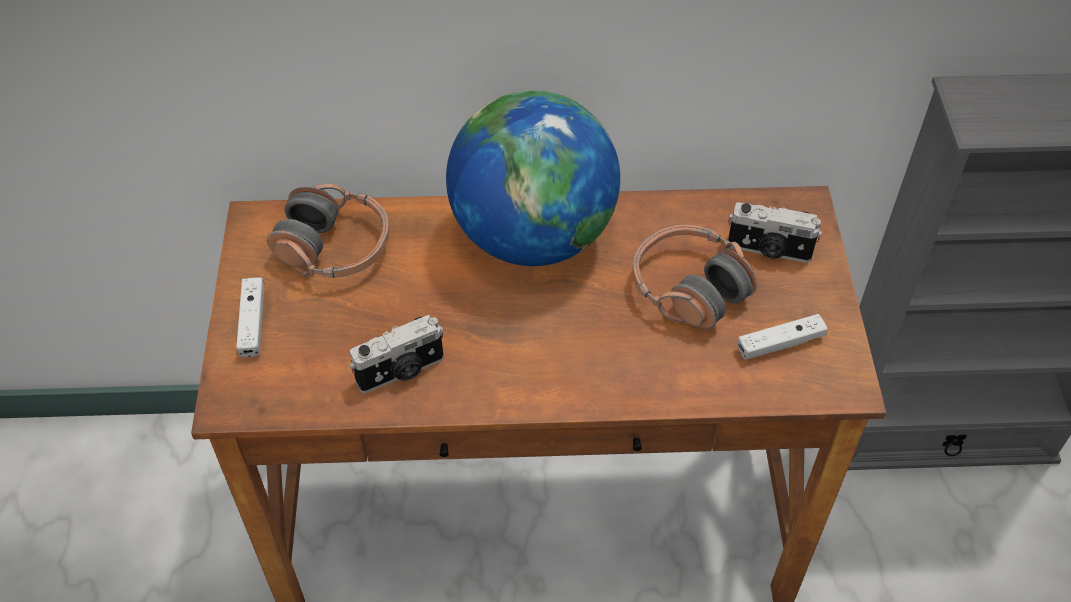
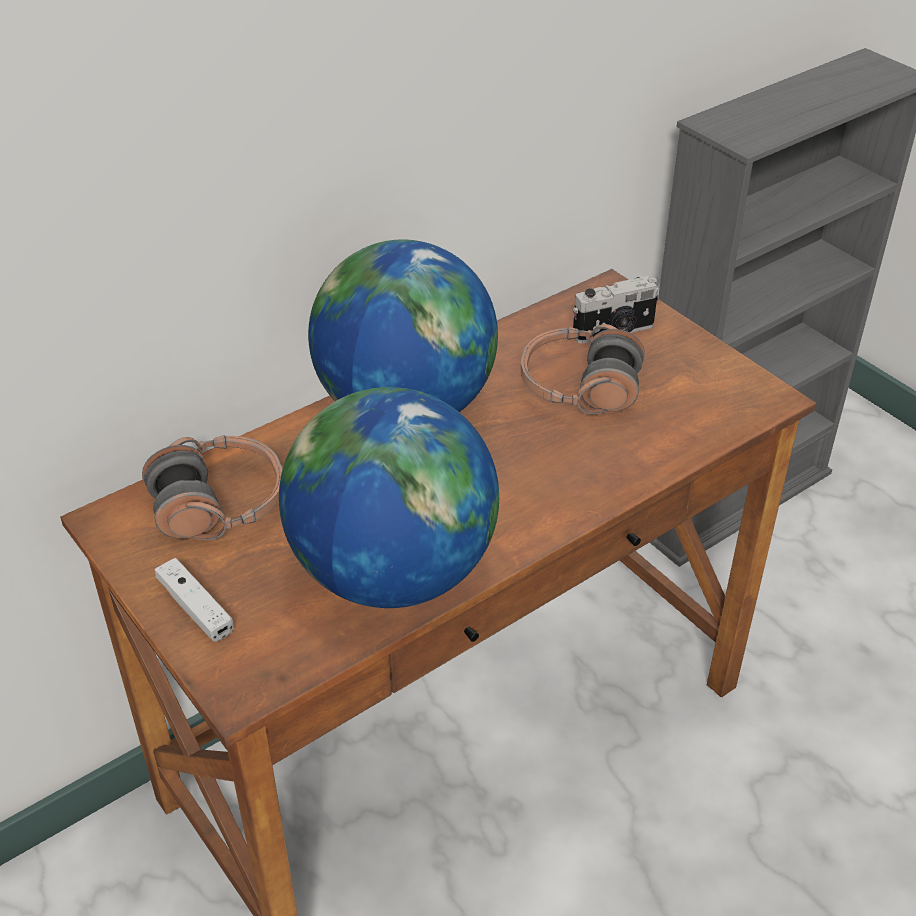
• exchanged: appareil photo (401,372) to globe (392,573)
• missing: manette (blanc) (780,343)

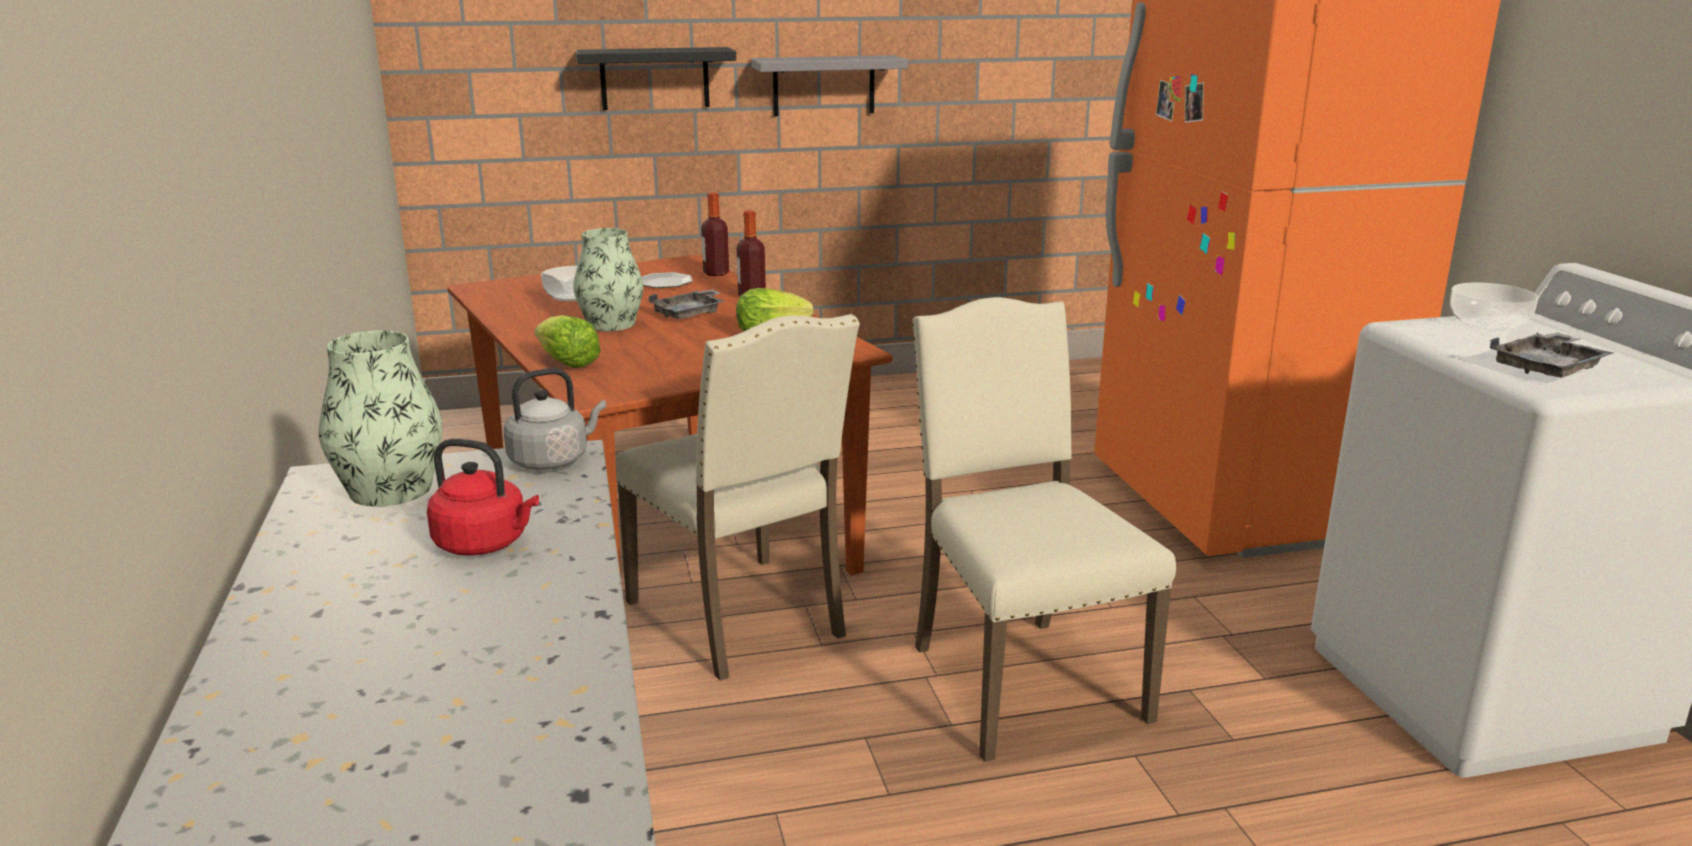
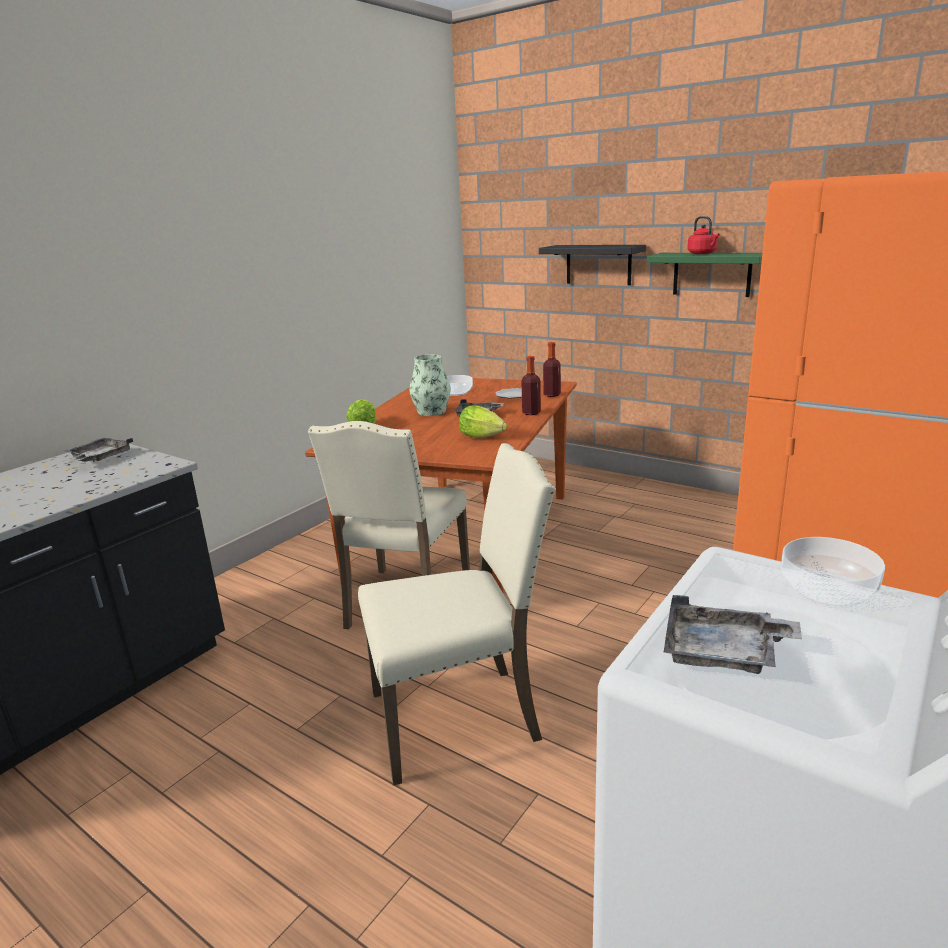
• exchanged: vase (390,490) to plateau (gris) (99,458)
• relocated: bouilloire (rouge) (485,544) to (703,253)
• missing: bouilloire (gris) (553,460)
• colour: étagère (gris) (823,85) to étagère (vert) (711,274)
• spun: chaise (beige) (1020,680) = (458,717) 45 degrees clockwise

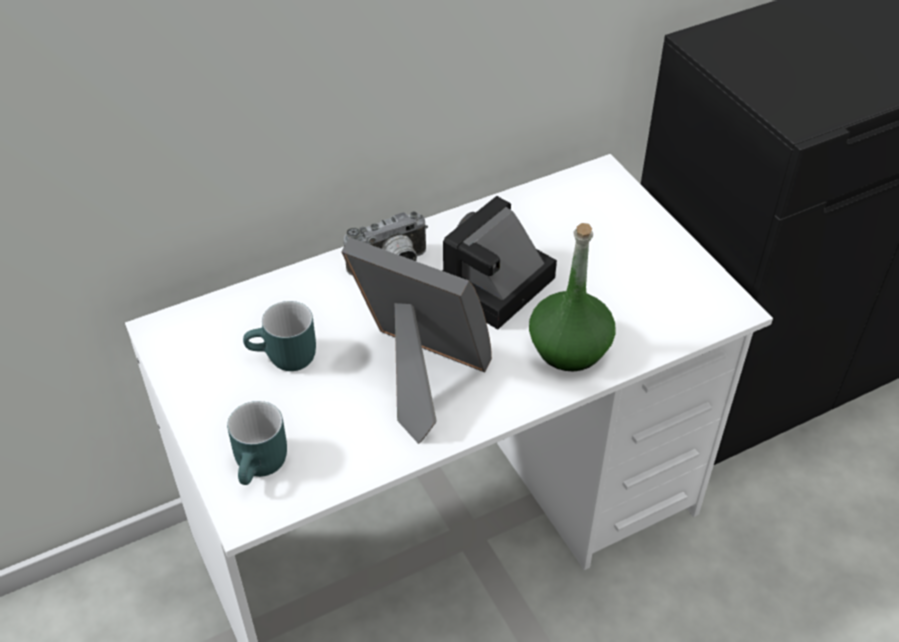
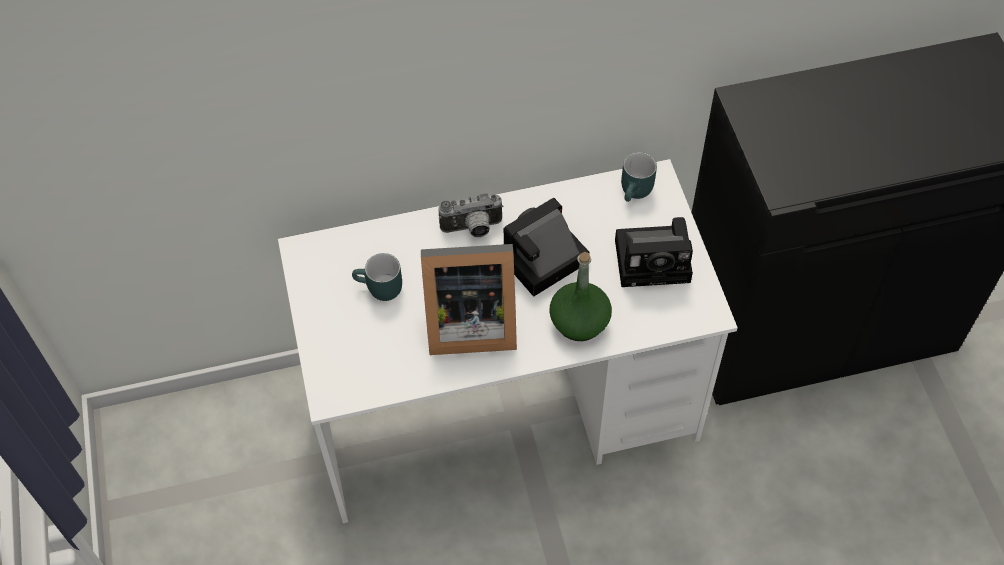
• relocated: mug (turquoise) (263,466) to (637,192)
• spun: cadre photo (419,377) = (467,323) 135 degrees clockwise
• appeared: appareil photo (656,260)

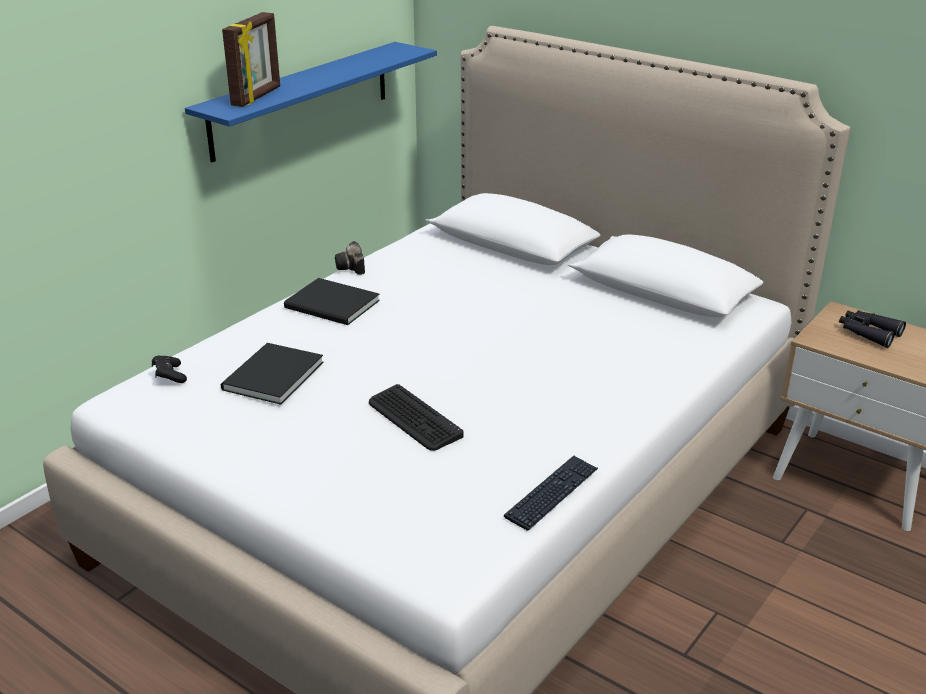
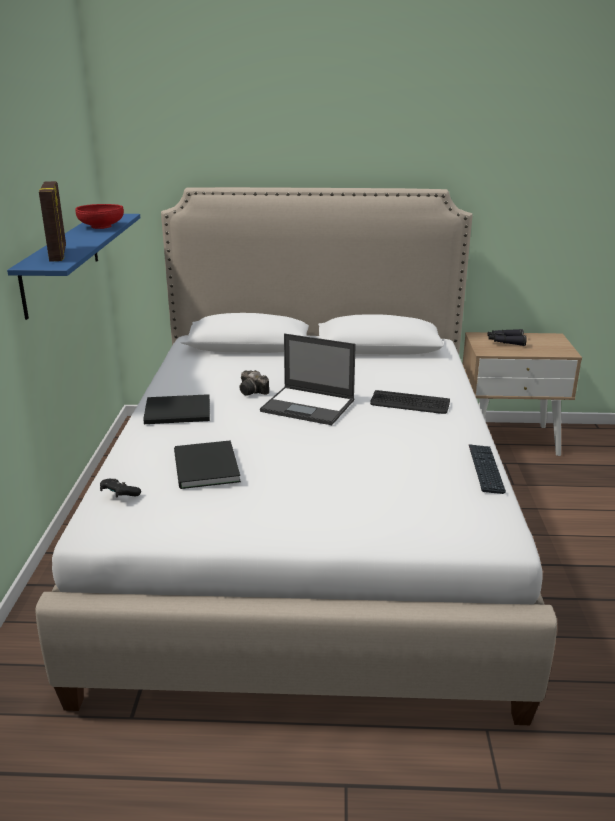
• relocated: appareil photo (352,268) to (253,392)
• relocated: clavier (414,419) to (409,403)
• appeared: bol (rouge) (101,227)
• appeared: ordinateur portable (309,406)

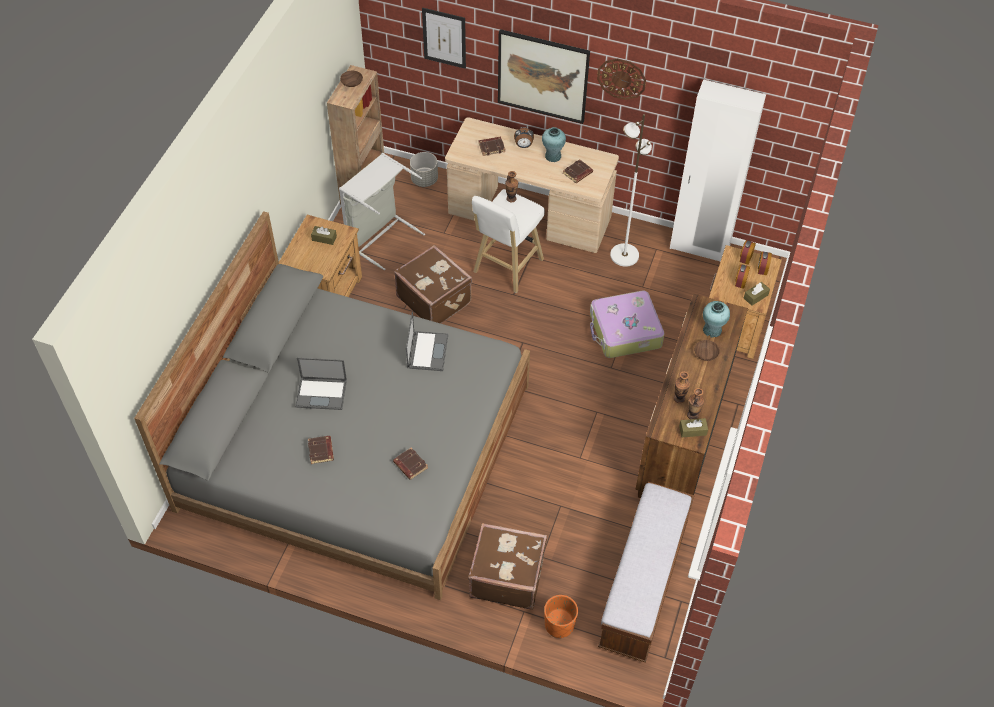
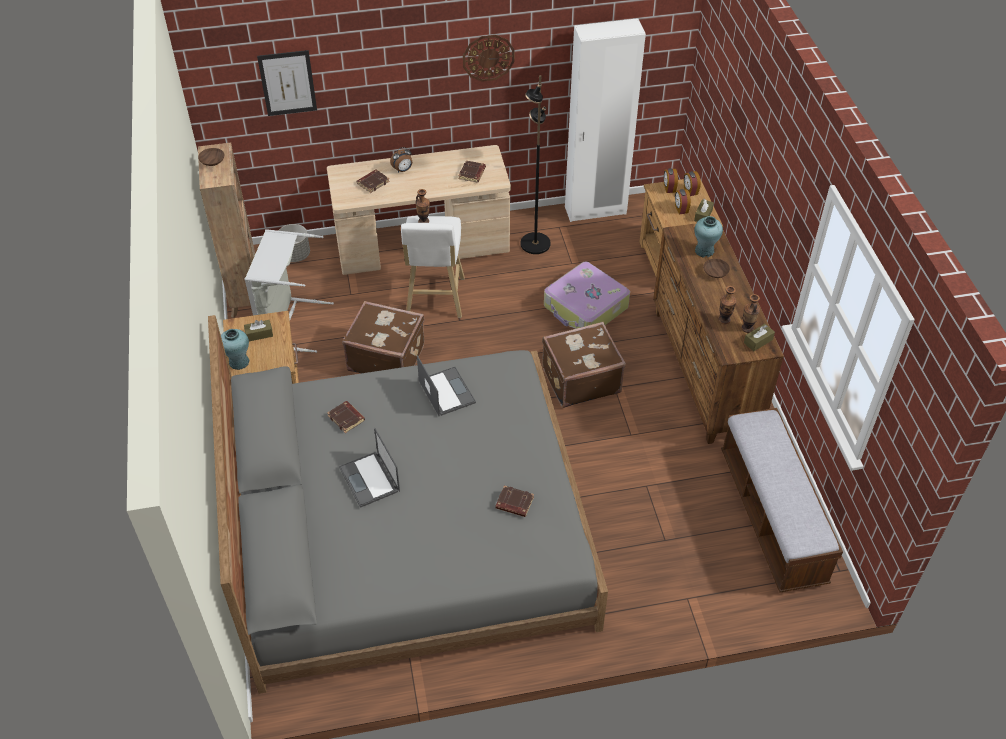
• spun: ordinateur portable (322,393) = (370,480) 90 degrees clockwise
• relocated: livre (marron) (321,451) to (347,418)
• relocated: valise (marron) (506,576) to (580,379)
• missing: tableau (543,76)
• relocated: vase (turquoise) (553,156) to (239,362)
• missing: cache-pot (orange) (559,625)
• colour: lampadaire (blanc) (623,255) to lampadaire (noir) (534,244)

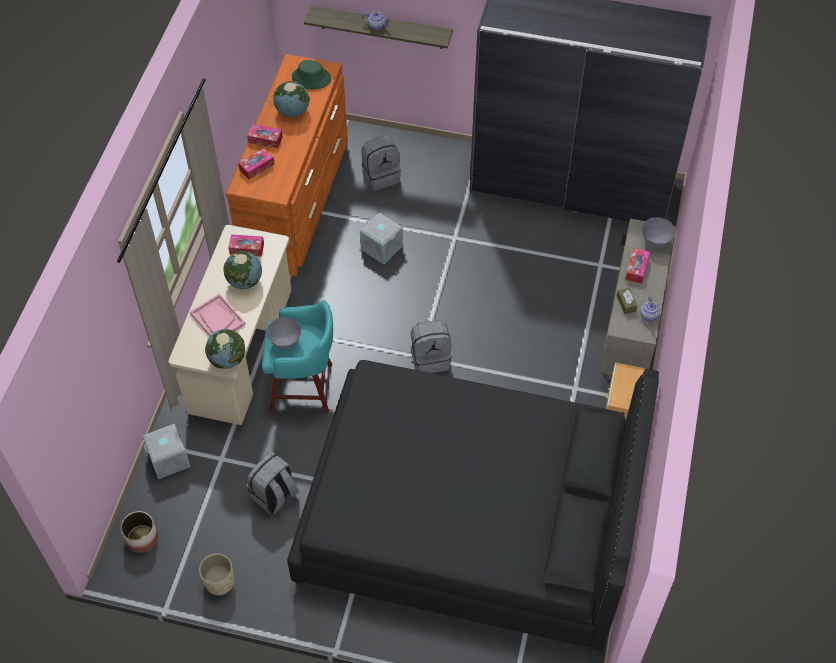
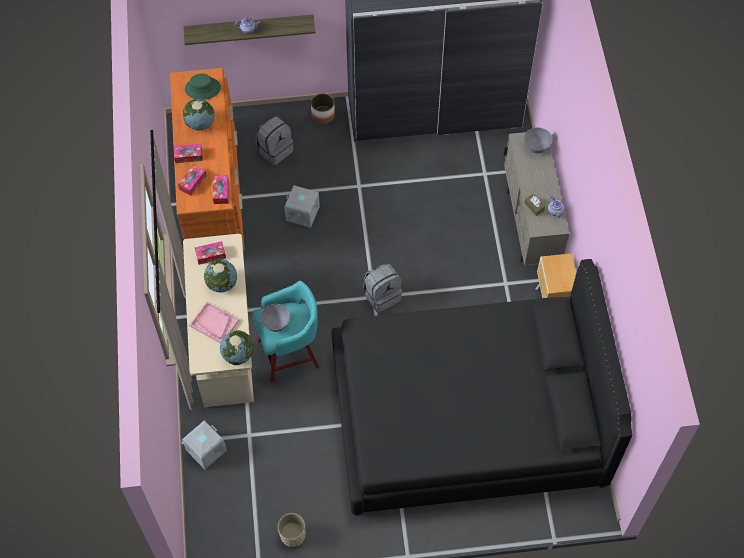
• relocated: cache-pot (142,538) to (323,115)
• missing: sac à dos (gris) (274,496)
• relocated: boîte à mouchoirs (636,269) to (221,192)

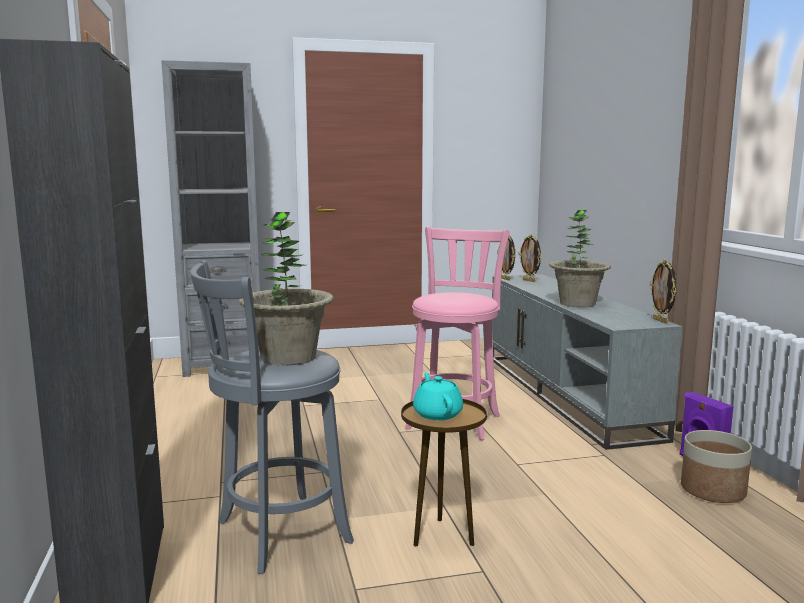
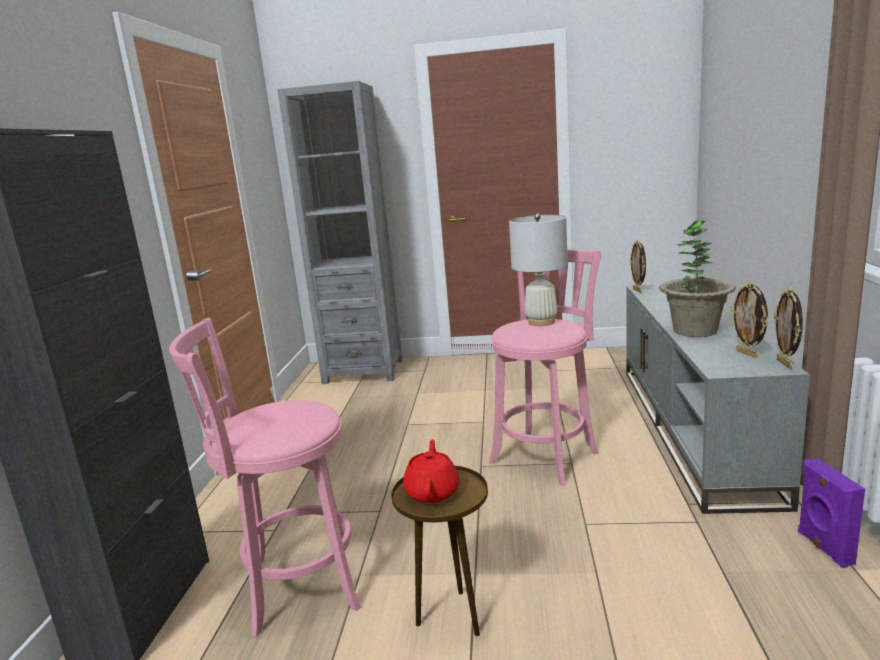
• colour: tabouret (gris) (276,534) to tabouret (rose) (296,586)
• missing: plante en pot (288,358)
• colour: théière (turquoise) (437,414) to théière (rouge) (432,491)
• relocated: cadre photo (529,280) to (747,354)
• missing: cache-pot (713,490)
• appeared: lampe de table (blanc) (541,322)

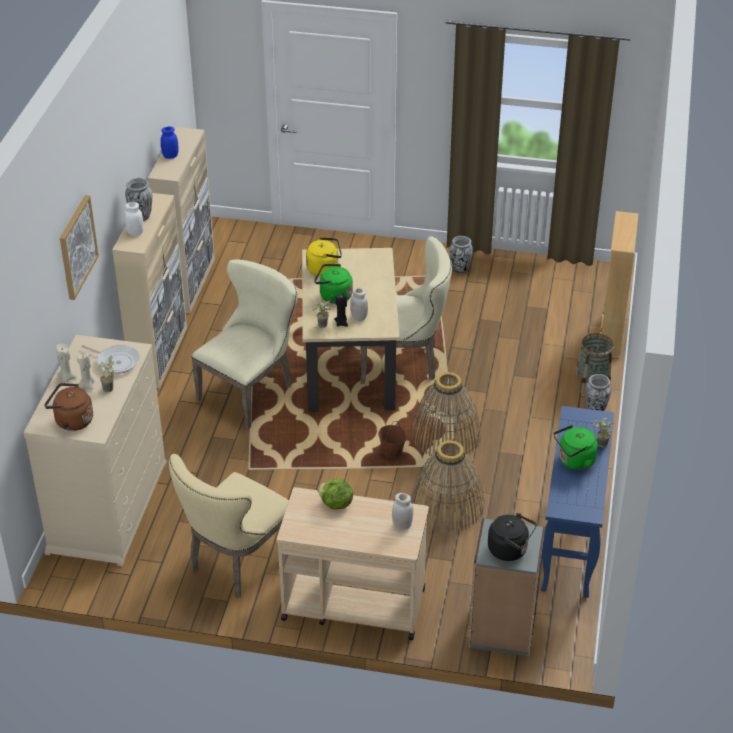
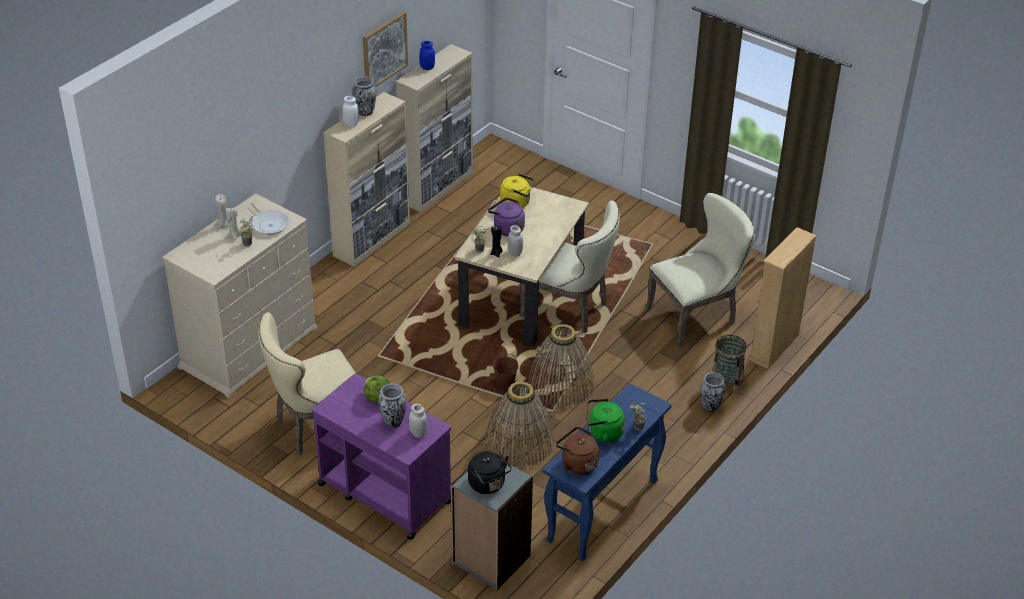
• relocated: bouilloire (marron) (71,421) to (577,463)
• relocated: tableau (77,247) to (384,50)
• relocated: chaise (beige) (250,391) to (697,315)
• colour: chariot (beige) (352,603) to chariot (violet) (384,493)
• colour: bouilloire (vert) (333,296) to bouilloire (violet) (507,229)
• relocated: vase (460,270) to (393,422)

